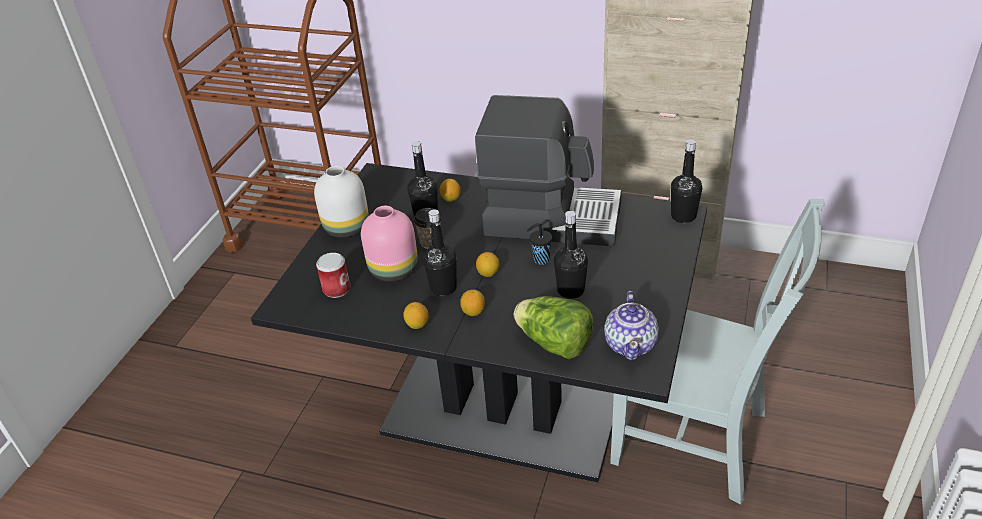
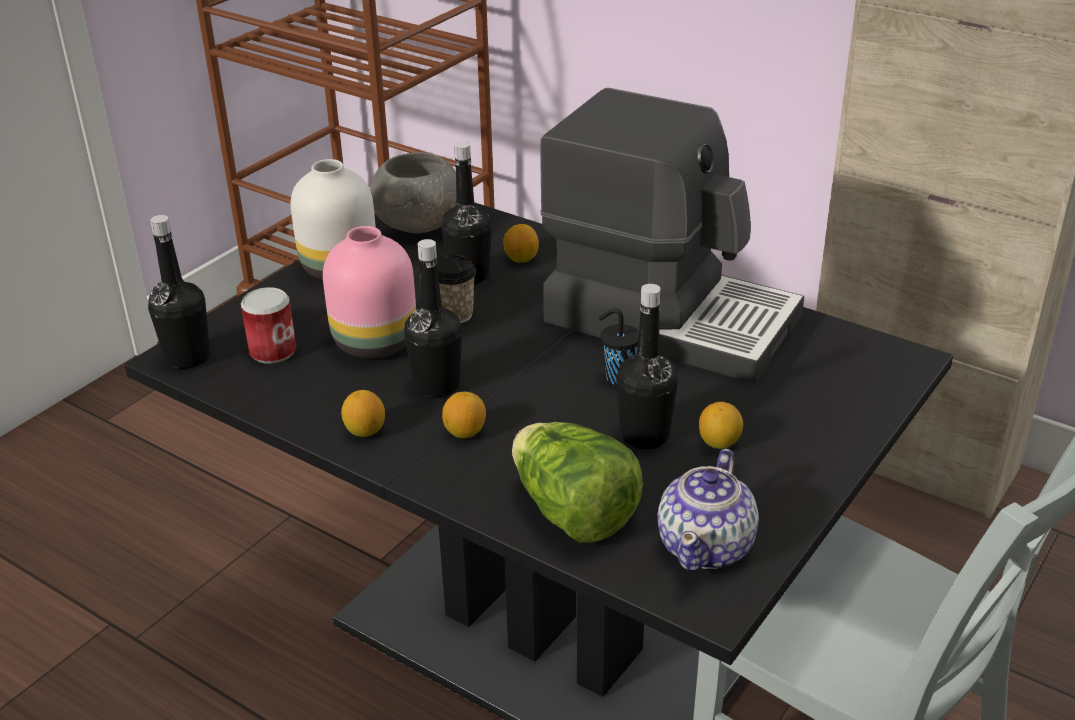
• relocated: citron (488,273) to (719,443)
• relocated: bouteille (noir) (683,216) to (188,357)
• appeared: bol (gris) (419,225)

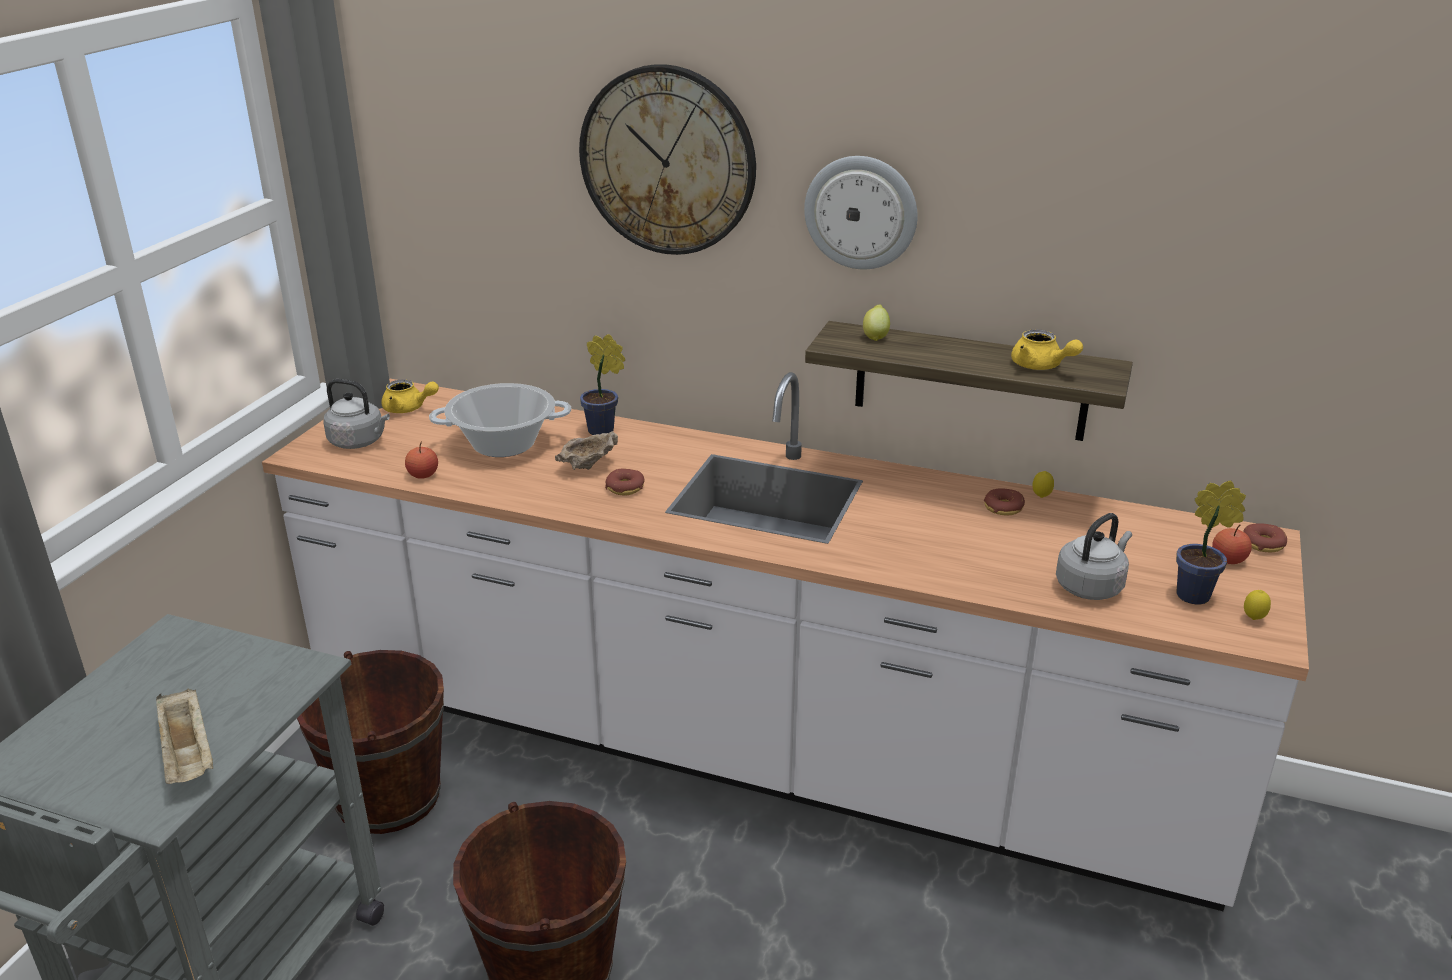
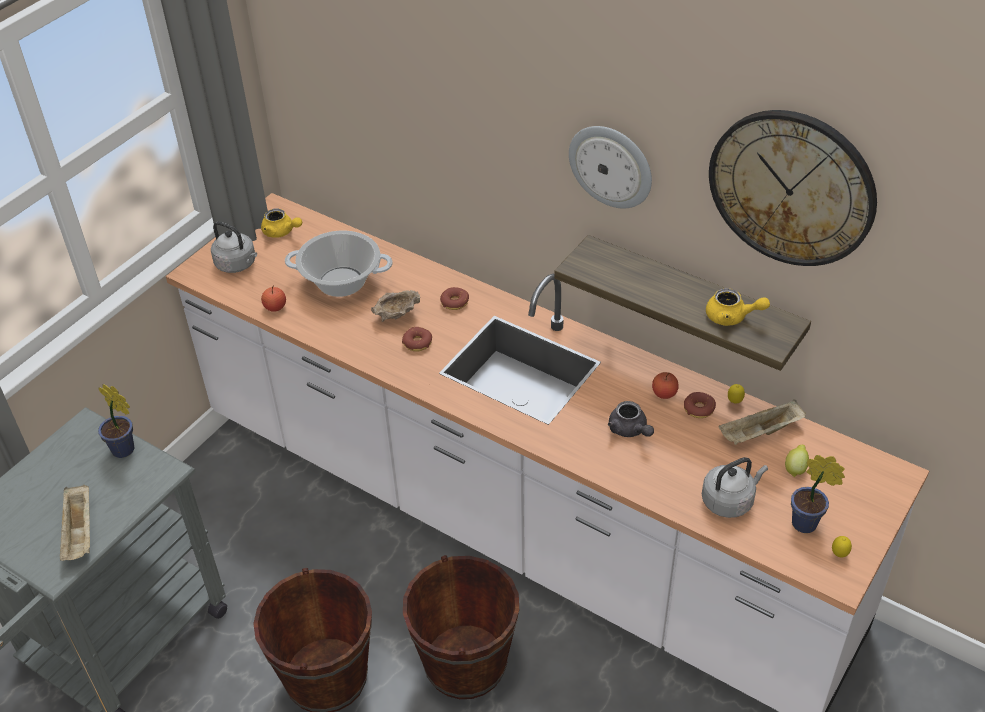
• relocated: seau (marron) (388,797) to (465,663)
• relocated: horloge murale (668,161) to (792,188)
• relocated: plante en pot (604,431) to (125,451)
• relocated: citron (875,337) to (795,468)
• spun: théière (jaune) (1041,366) = (731,317) 45 degrees counterclockwise
• relocated: pomme (1228,559) to (664,393)
• relocated: beignet (1263,544) to (454,302)
• appeared: théière (gris) (630,430)
• appeared: plateau (beige) (760,433)

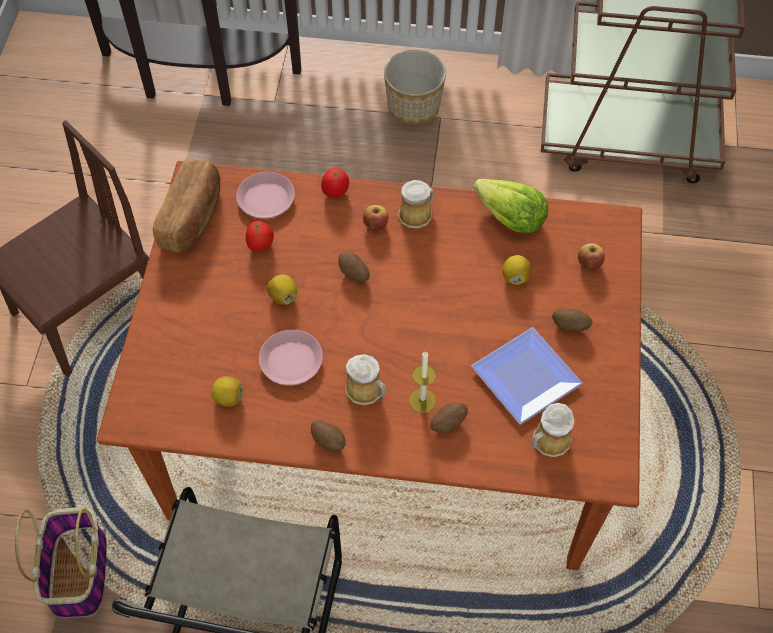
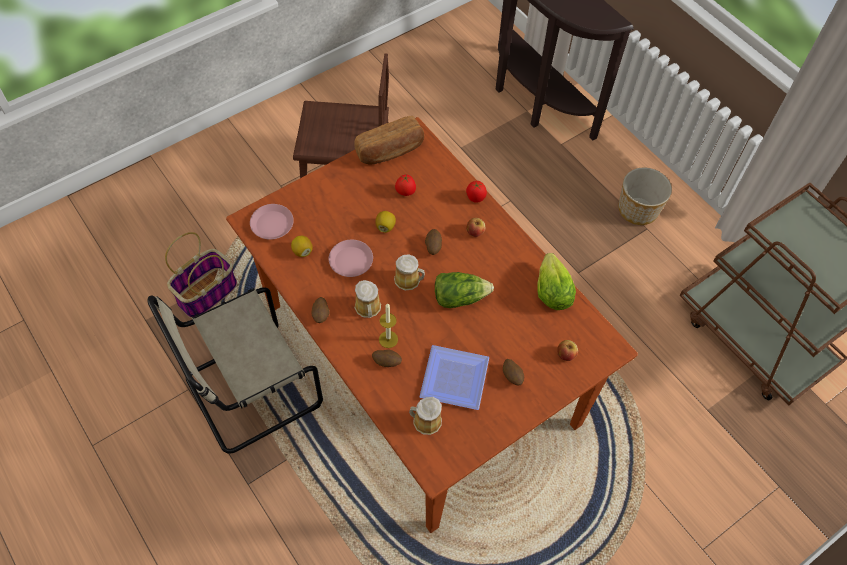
• relocated: assiette (rose) (266,199) to (272,224)
• relocated: mug (417,214) to (409,280)
• missing: citron (515,277)
• appeared: laitue (459,297)

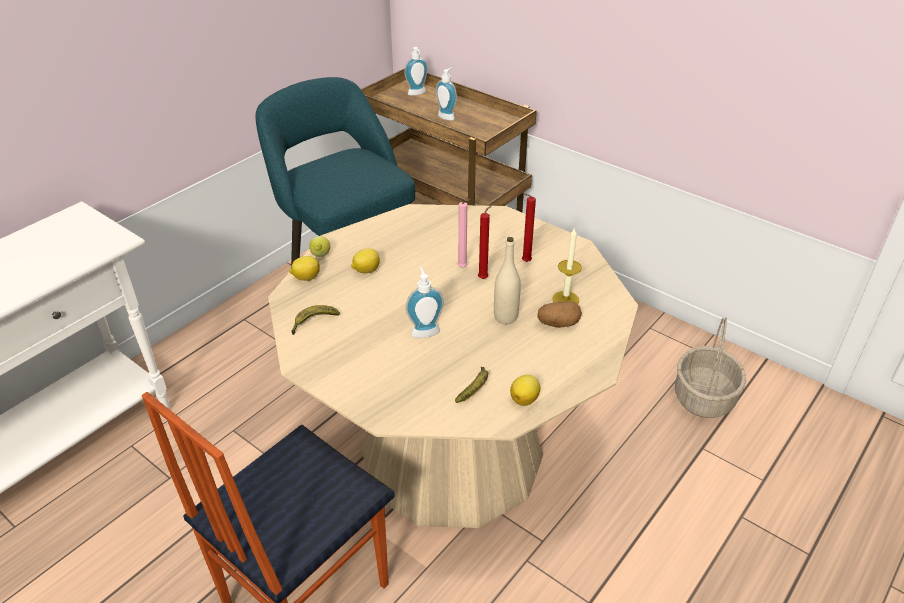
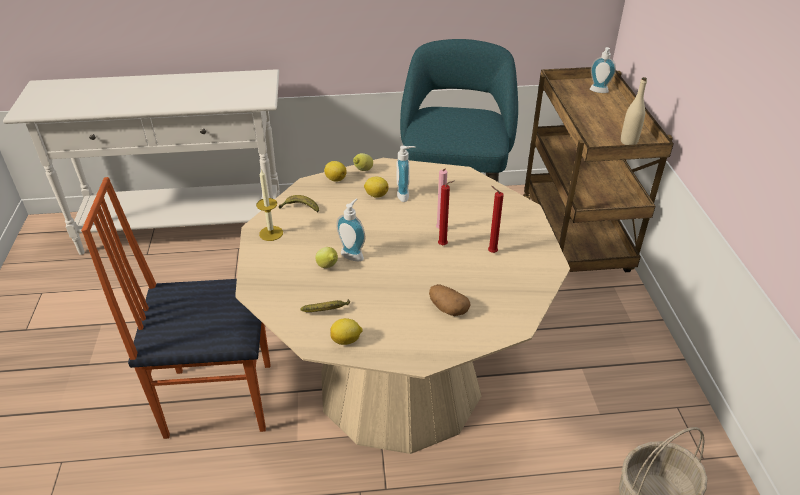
• relocated: distributeur de savon (447,116) to (405,195)
• relocated: bouteille (beige) (505,317) to (628,142)
• relocated: bougie (565,299) to (271,233)
• appeared: citron (328,266)

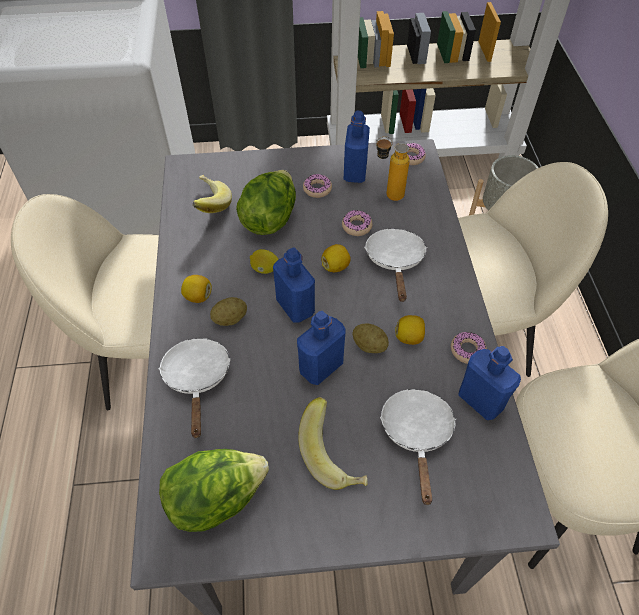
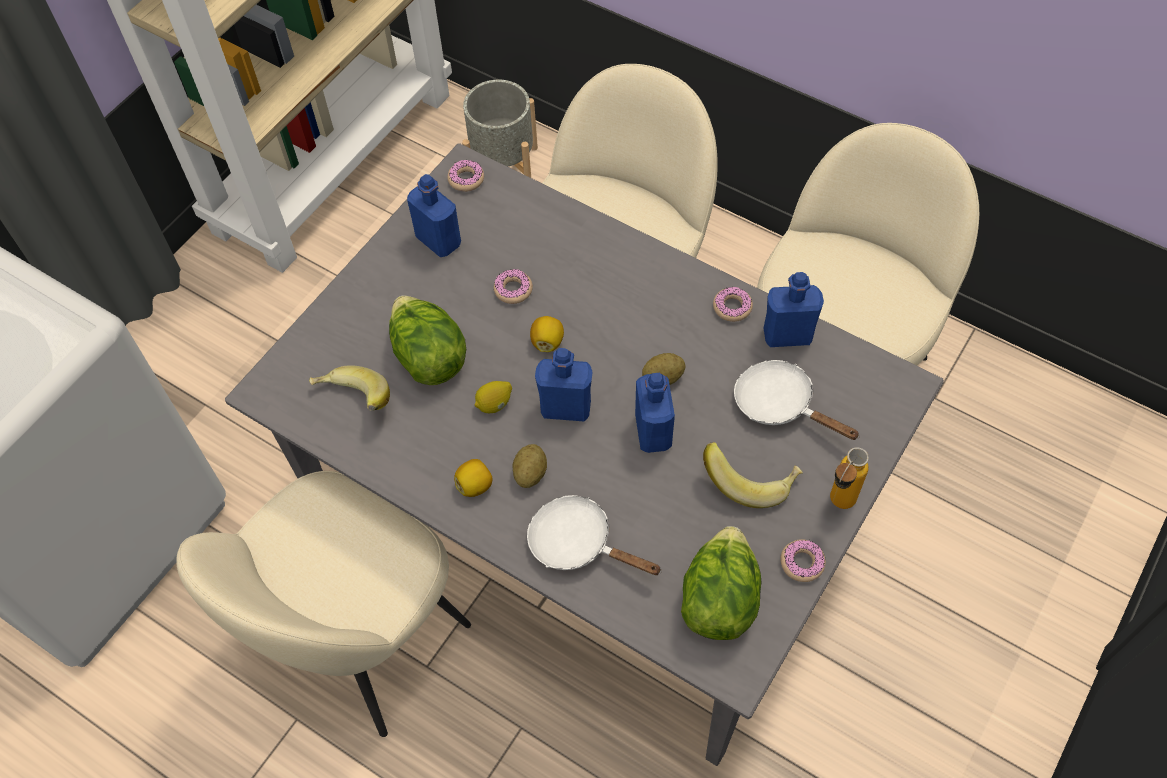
• relocated: beignet (317,189) to (802,563)
• missing: poêle (blanc) (395,261)
• relocated: bouteille (387,195) to (837,506)
• missing: citron (409,337)

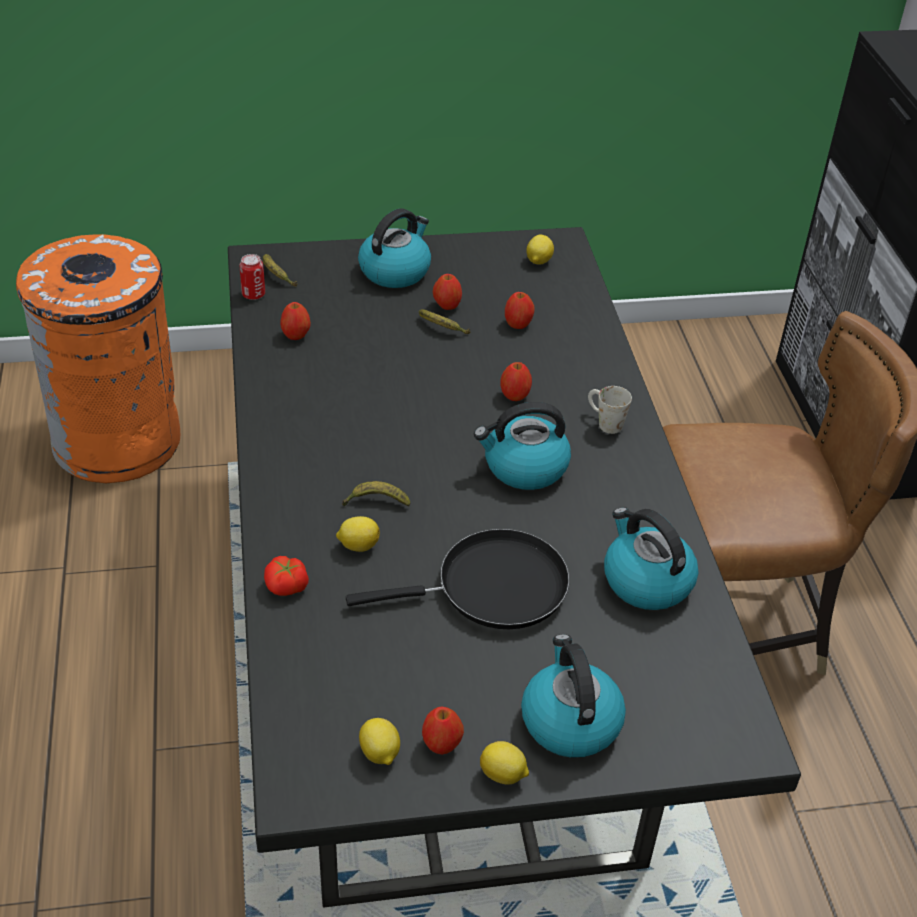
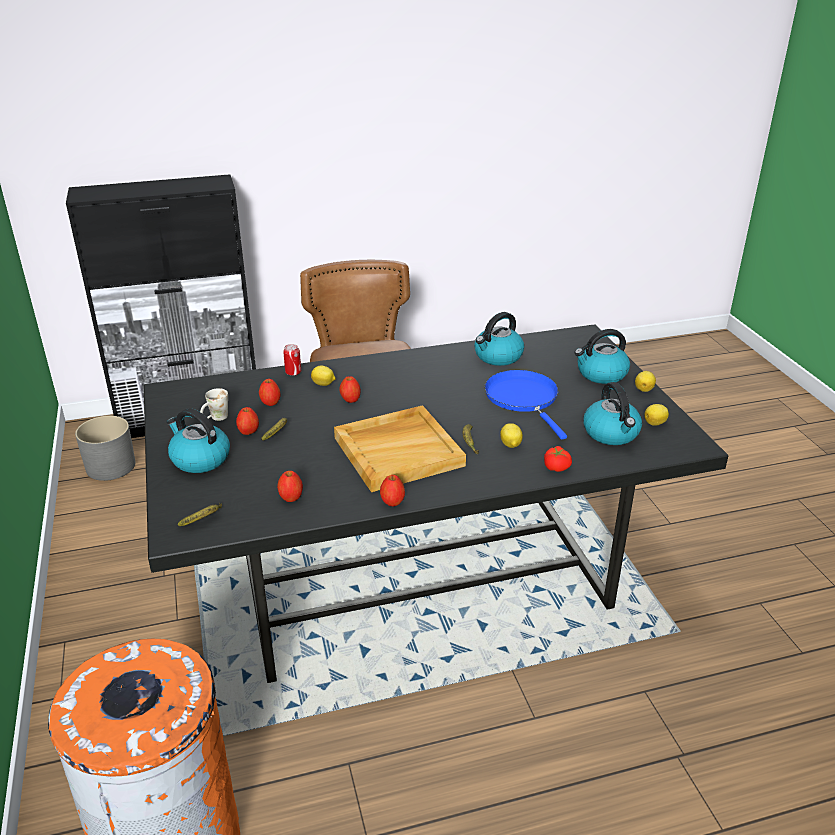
• relocated: boîte métallique (253,294) to (293,372)
• colour: poêle (noir) (492,587) to poêle (bleu) (523,398)
• relocated: pomme (441,744) to (392,502)
• relocated: bouilloire (524,467) to (611,433)
• relocated: citron (538,261) to (323,384)
• relocated: mug (blanc) (604,422) to (215,419)
• appeared: cache-pot (gris) (110,466)
• appeared: plateau (beige) (399,451)

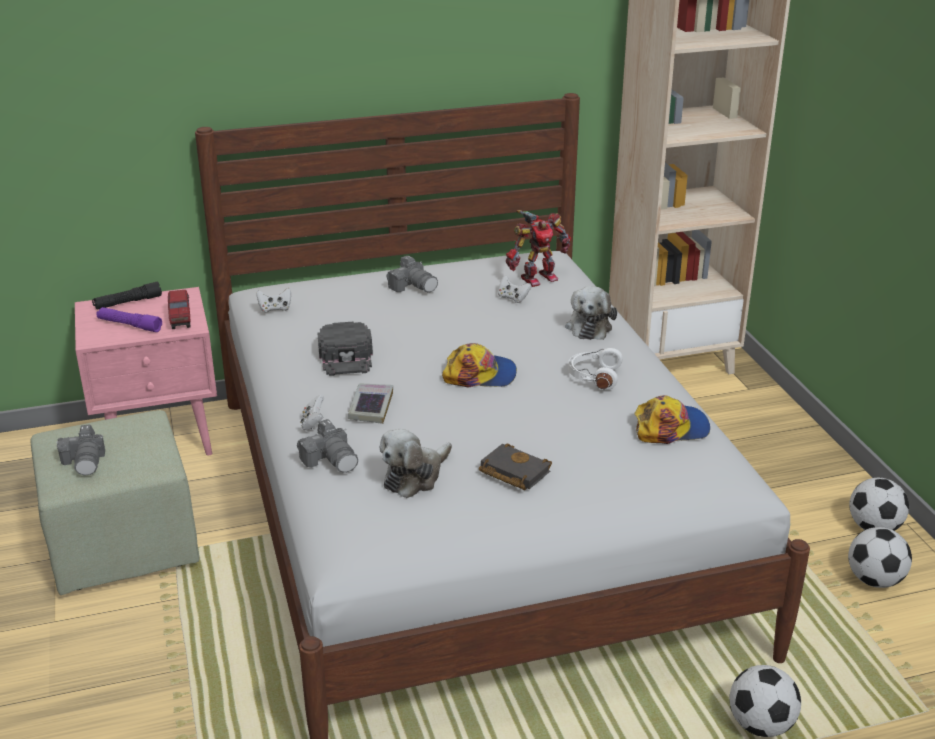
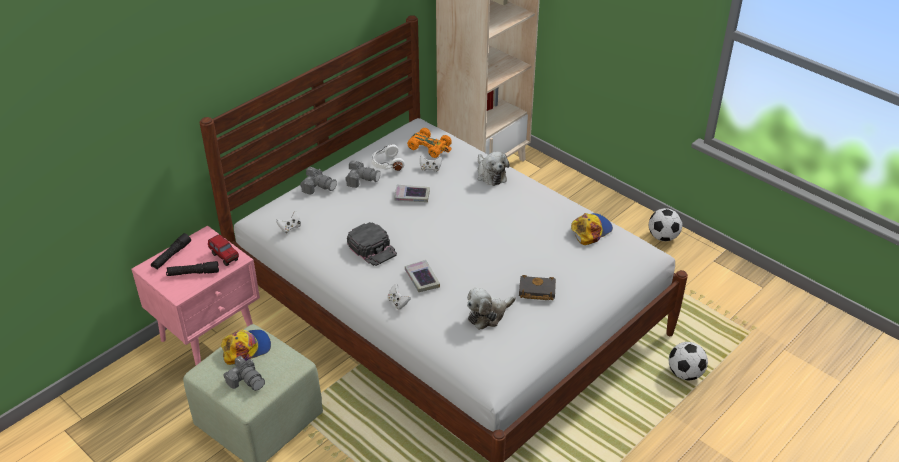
• colour: lampe de poche (violet) (129,325) to lampe de poche (noir) (193,273)
• relocated: appareil photo (331,460) to (318,187)
• spun: peluche (415,476) = (488,315) 45 degrees clockwise
• relocated: casquette (480,374) to (246,348)
• exchanged: robot jouet (537,278) to petite voiture (orange) (430,147)
• relocated: casque audio (blanc) (593,377) to (387,164)
• missing: ballon de foot (874,580)
• appeared: livre (412,196)

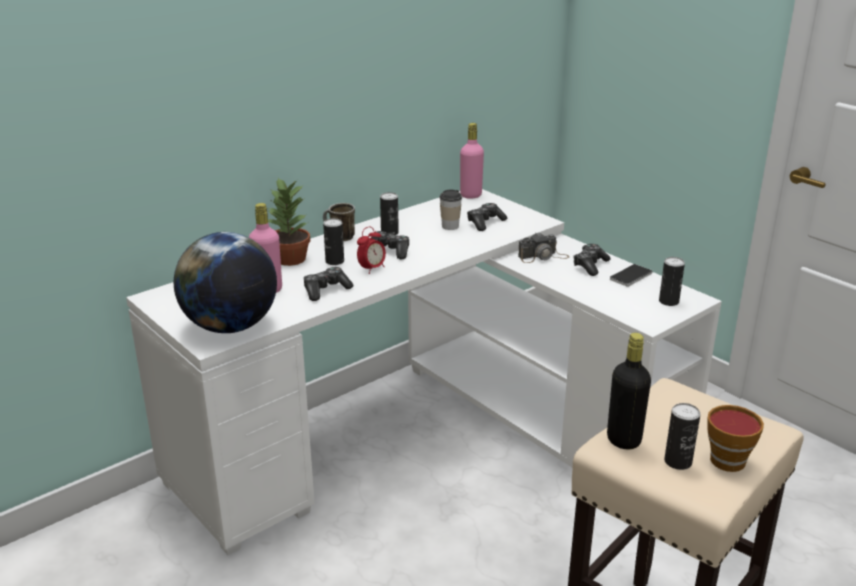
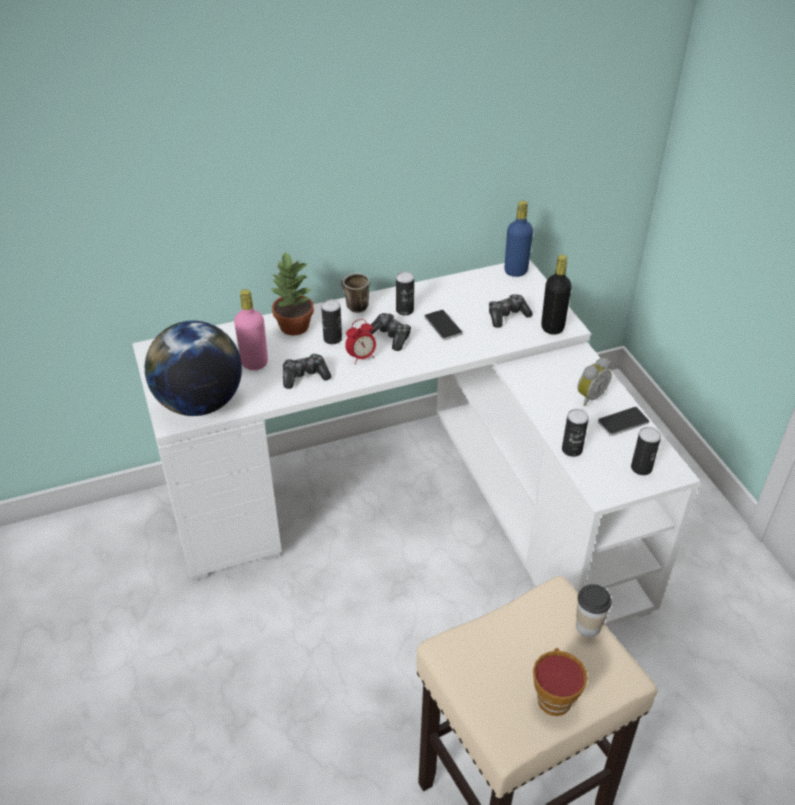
• relocated: tasse (450,226) to (588,626)
• colour: bouteille (rose) (471,195) to bouteille (bleu) (516,271)
• missing: appareil photo (543,257)
• exchanged: manette (590,265) to réveil (589,396)
• relocated: bouteille (noir) (623,440) to (552,327)
• relocated: boîte métallique (678,461) to (572,449)
• appeared: téléphone (443,326)

